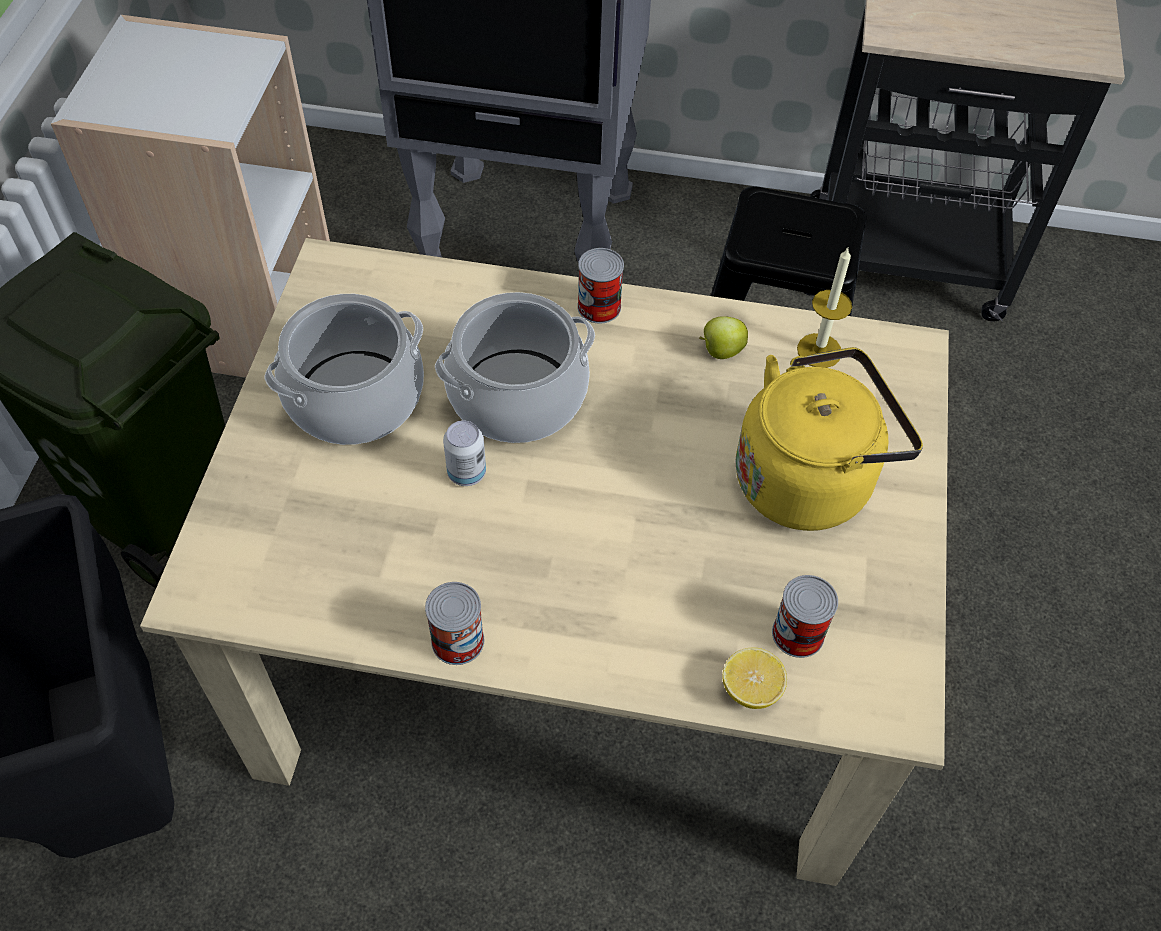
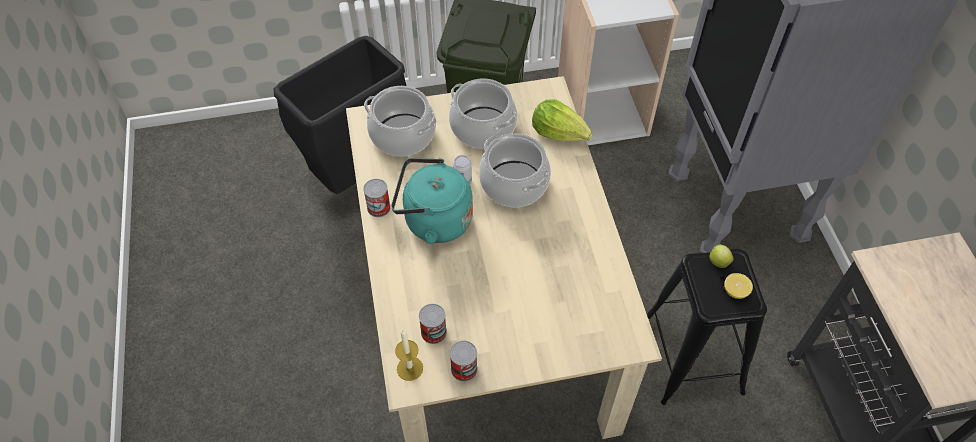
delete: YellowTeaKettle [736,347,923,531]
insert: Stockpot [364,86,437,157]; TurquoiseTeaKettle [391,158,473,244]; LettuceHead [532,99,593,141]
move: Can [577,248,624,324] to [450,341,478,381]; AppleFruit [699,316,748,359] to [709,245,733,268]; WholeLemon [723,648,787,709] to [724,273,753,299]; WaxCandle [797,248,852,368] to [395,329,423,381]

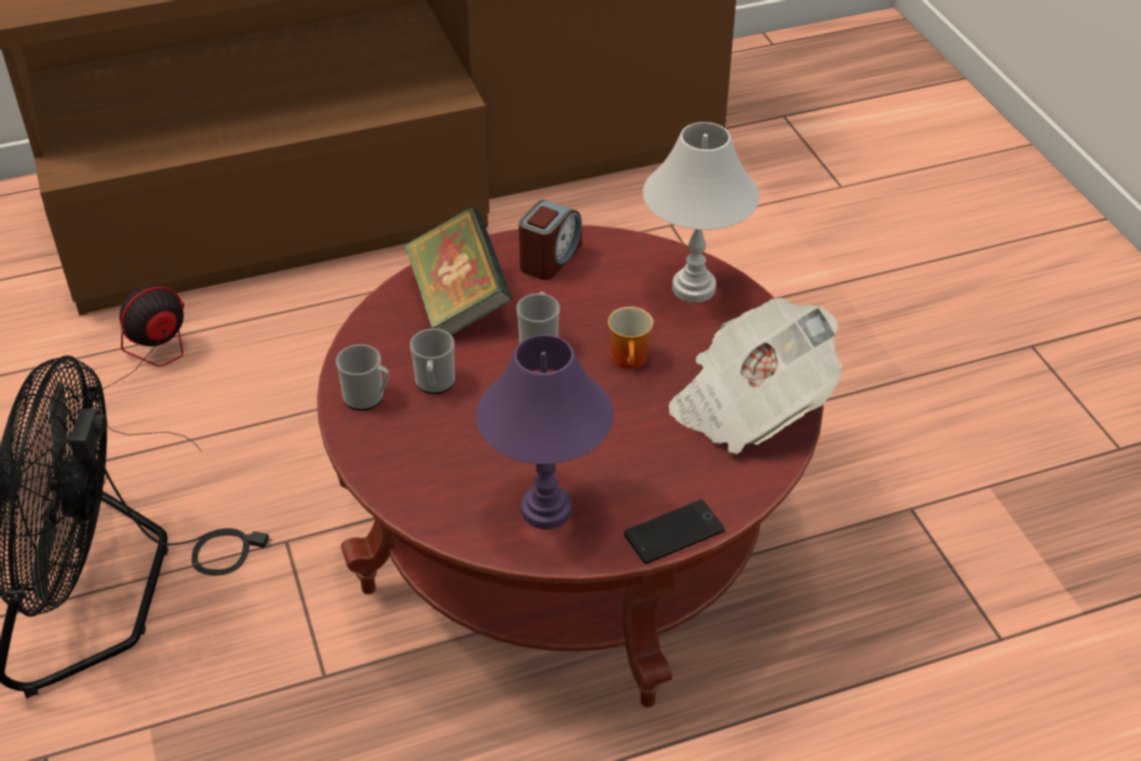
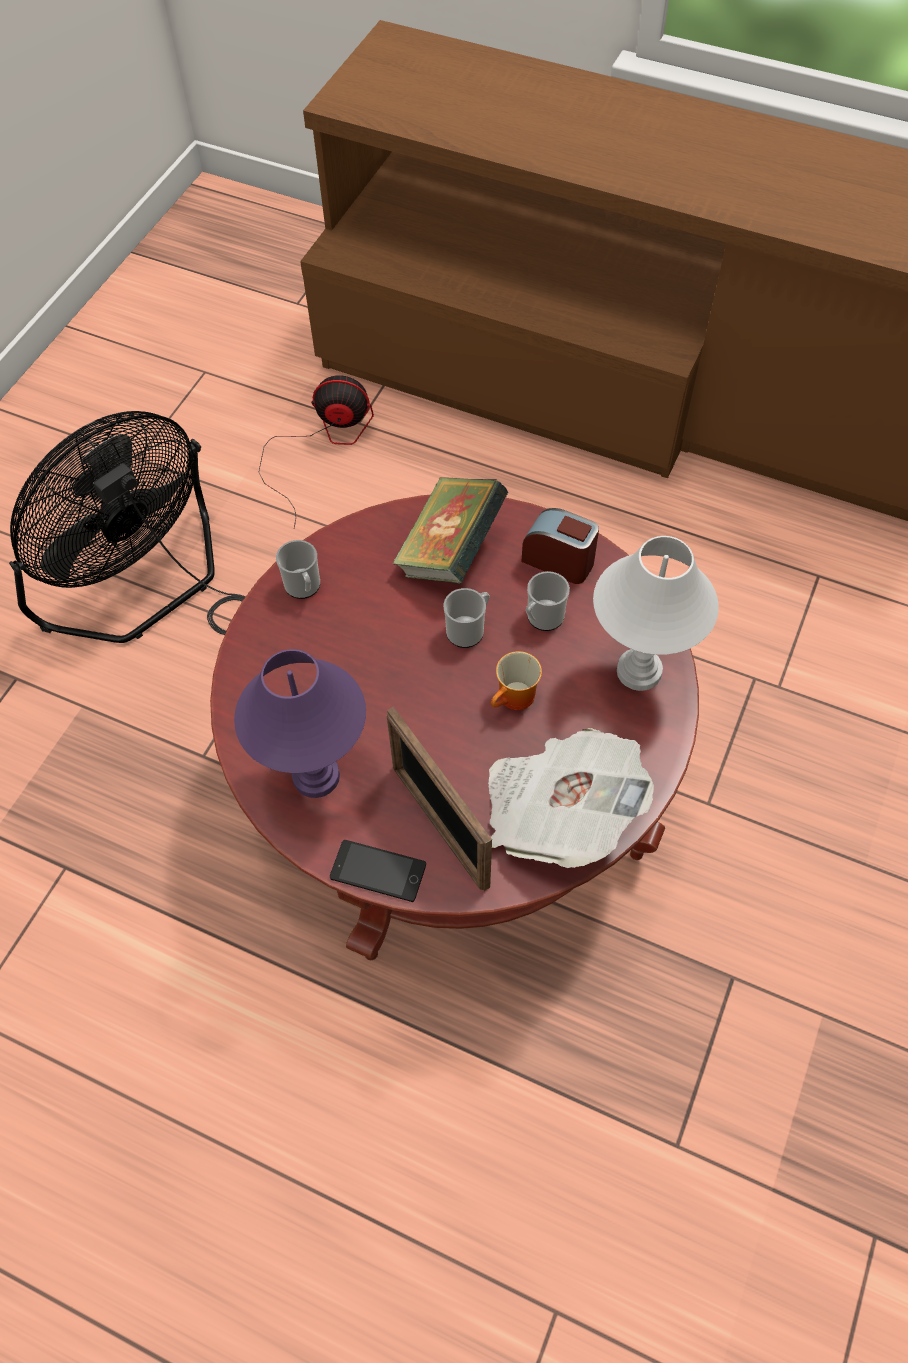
insert: StandingFrame [387,706,492,891]
move: Mug [410,328,455,394] to [526,571,570,631]
rotate: TableClock [519,200,582,280] = [521,508,599,584] 135 degrees counterclockwise

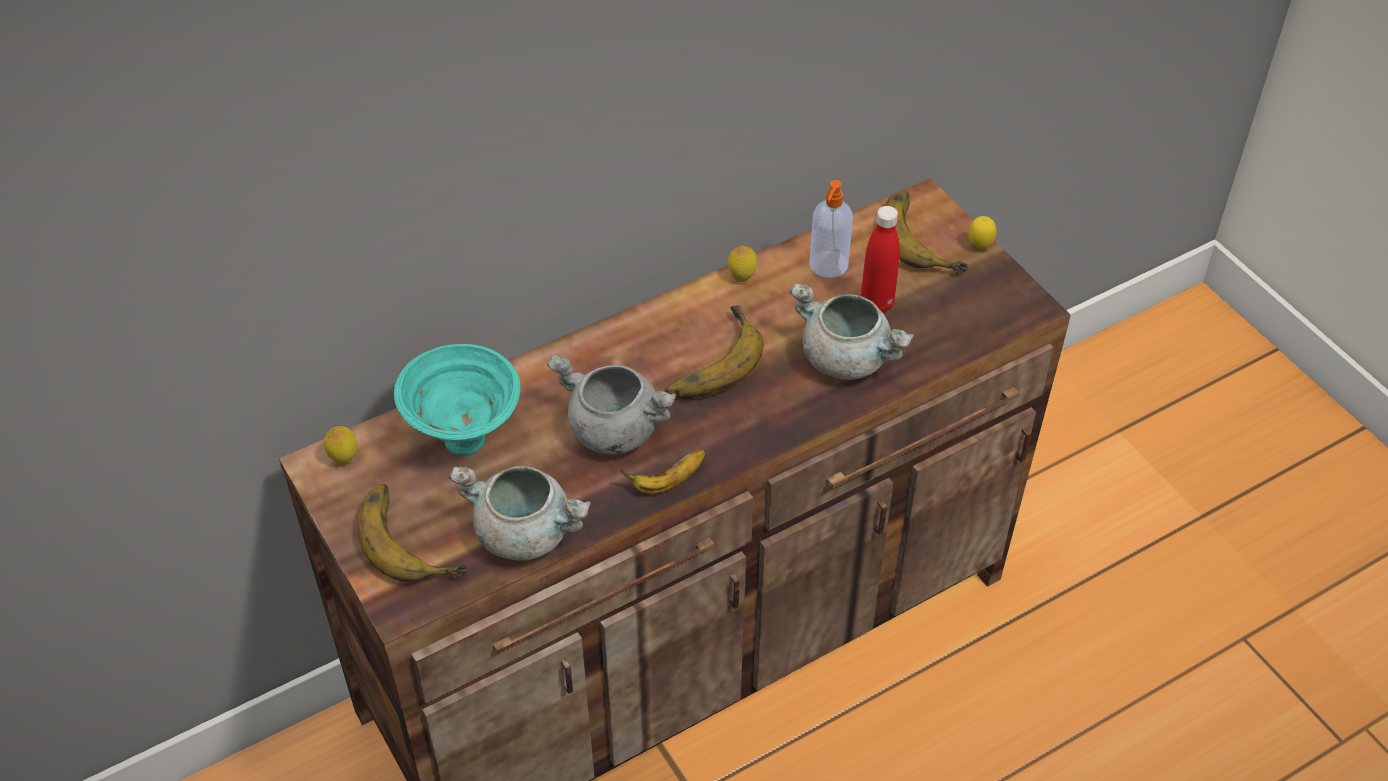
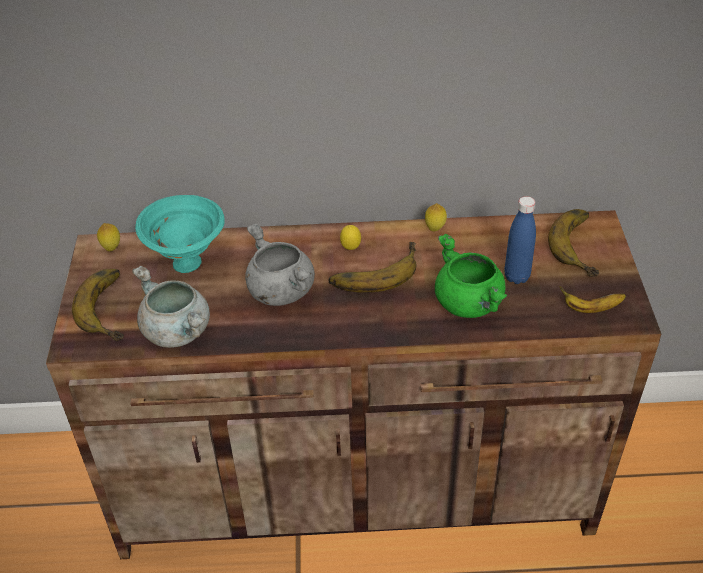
delete: SoapBottle [809,180,853,278]
move: BananaFruit [620,449,705,494] to [559,286,626,313]; WholeLemon [969,216,997,248] to [340,225,361,250]
recolor: GreyishStockpot [790,283,914,380] to GreenishStockpot [435,234,507,318]; RedColouredBeverageBottle [861,206,900,314] to BluishBeverageBottle [505,196,536,284]

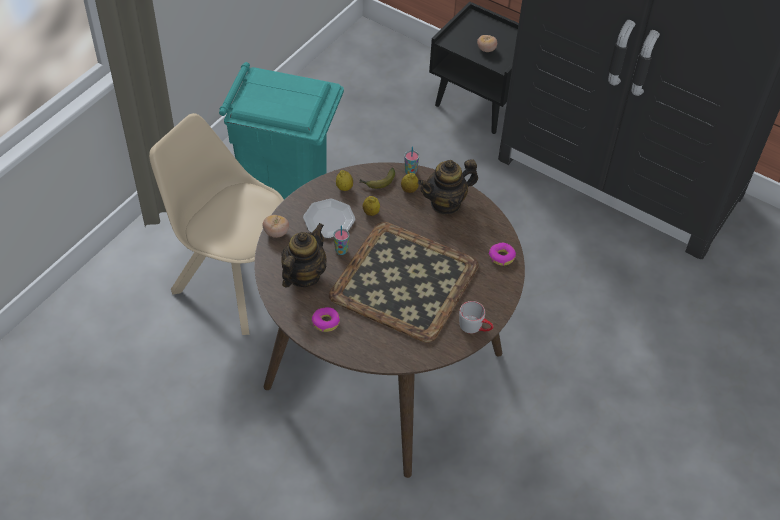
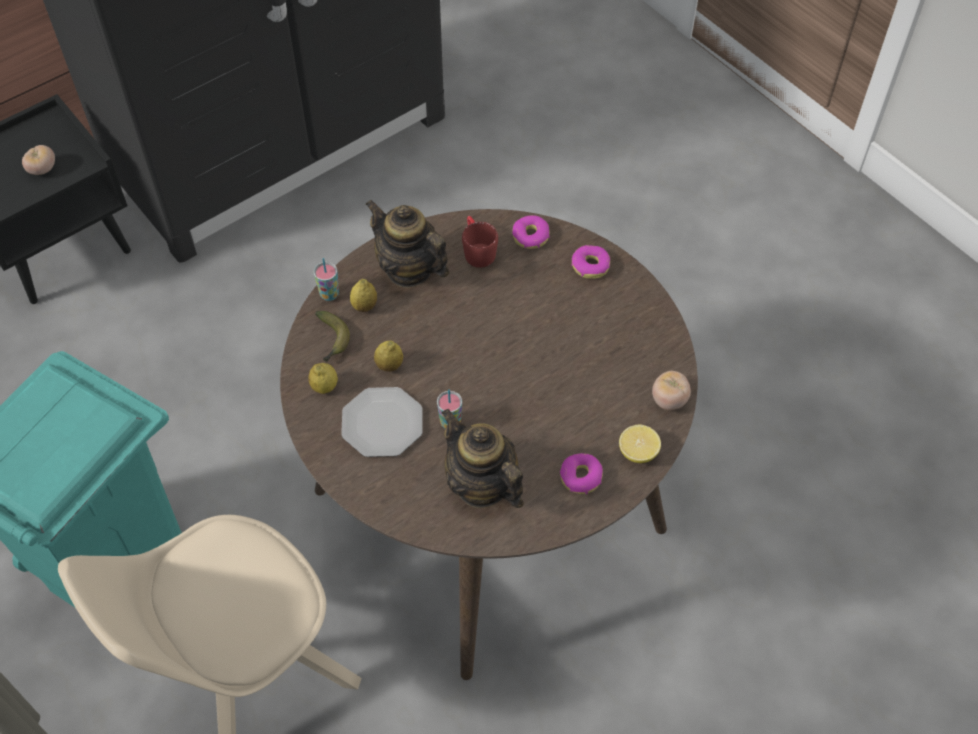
delete: CarryingTray [329,222,479,343]; GreyishMug [459,301,494,334]
insert: RedColouredMug [462,216,498,268]; RingDoughnut [571,245,610,279]; WholeLemon [619,424,661,463]
move: WholeTomato [263,215,289,238] to [652,371,691,410]
rotate: Teapot [418,159,478,215] = [365,200,450,288] 135 degrees clockwise

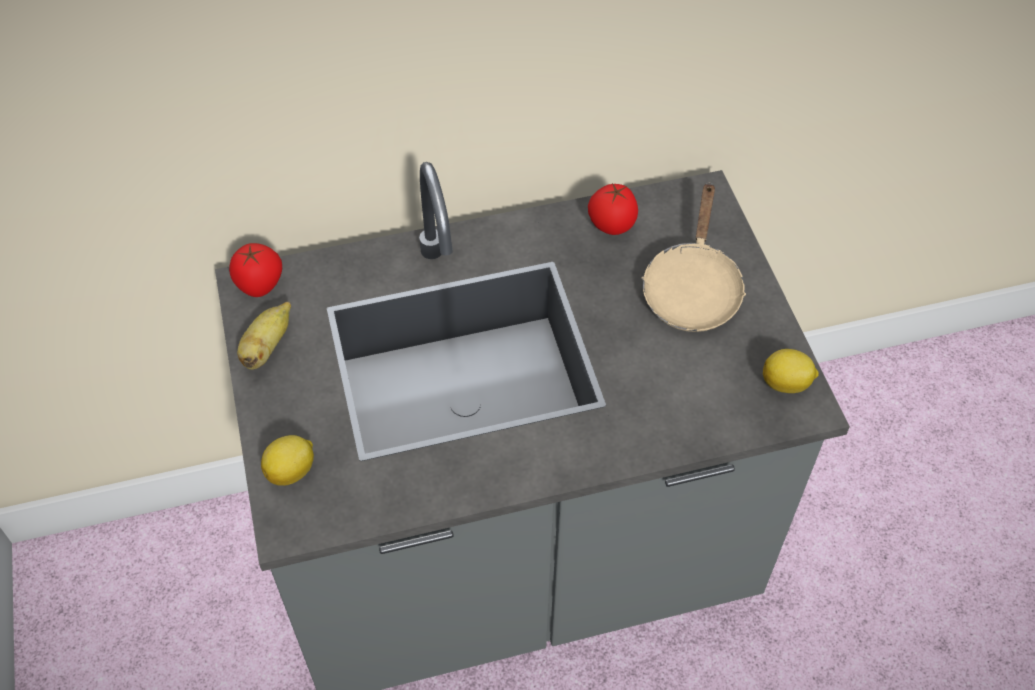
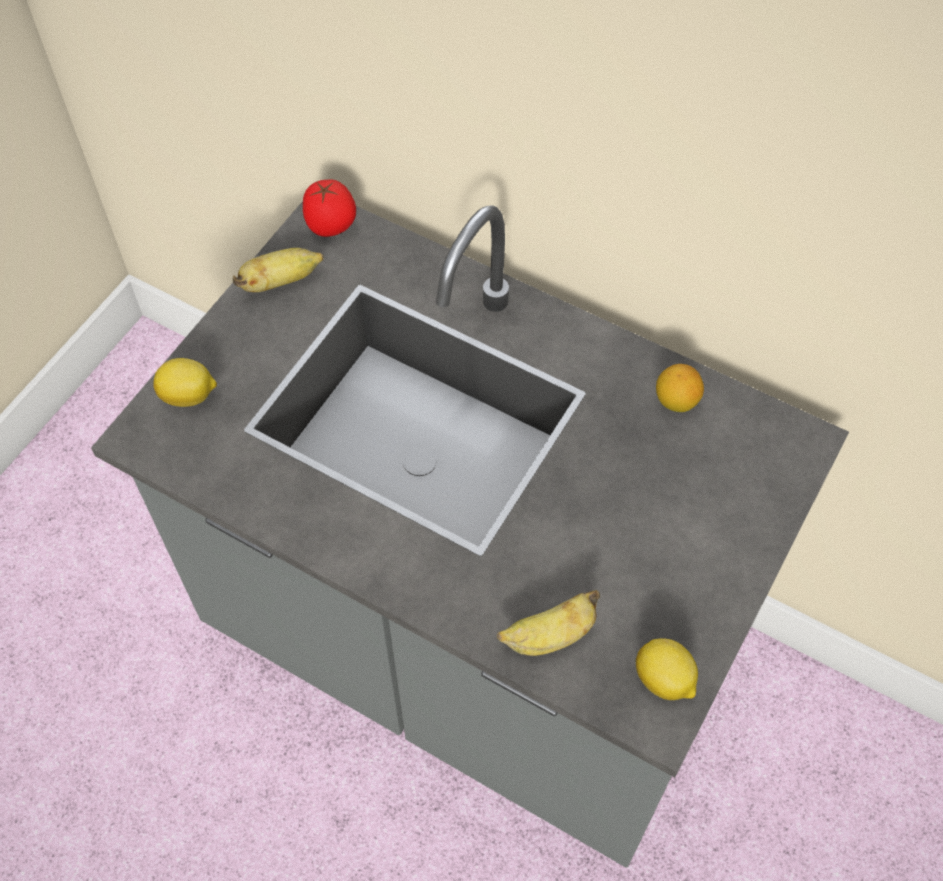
delete: BeigeColouredPan [641,182,746,332]
insert: BananaFruit [497,590,600,656]
replace: WholeTomato [588,183,638,235] to WholeLemon [656,364,704,412]

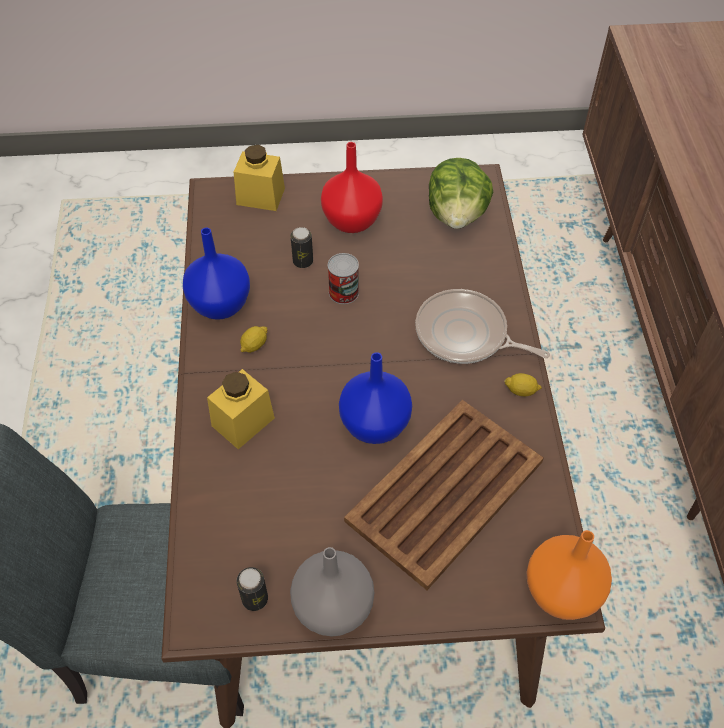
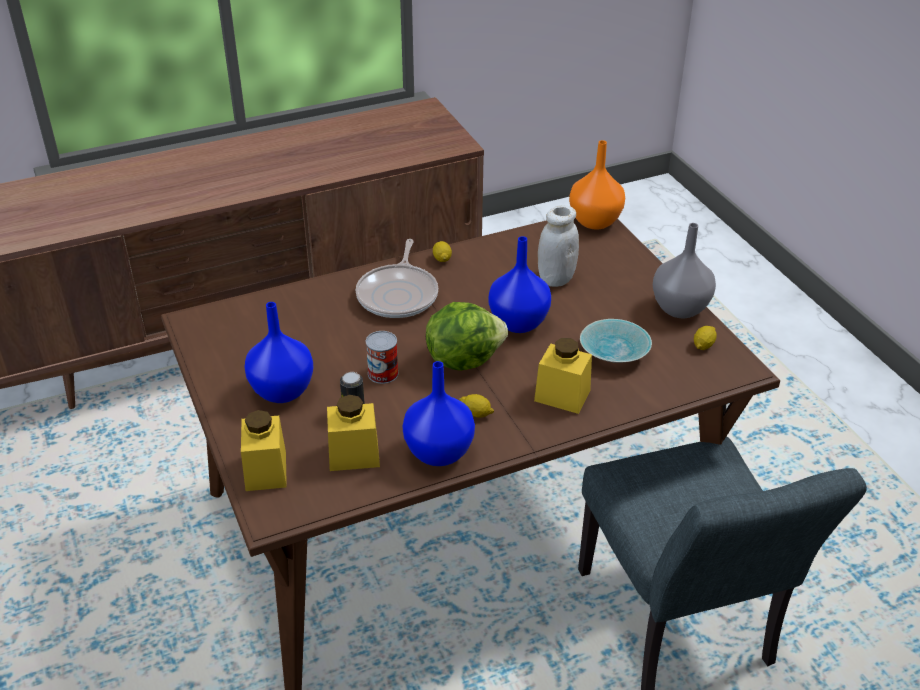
insert: YellowStorageJar [327,395,380,471]; TurquoiseBowl [580,319,652,363]
move: LettuceHead [429,158,493,229] to [426,302,508,371]
replace: Can [236,567,268,611] to WholeLemon [694,326,717,350]; BrownishCarryingTray [344,400,544,590] to WhitishStorageJar [538,205,579,287]
recolor: RedColouredVase [321,142,383,233] to BluishVase [244,302,314,403]

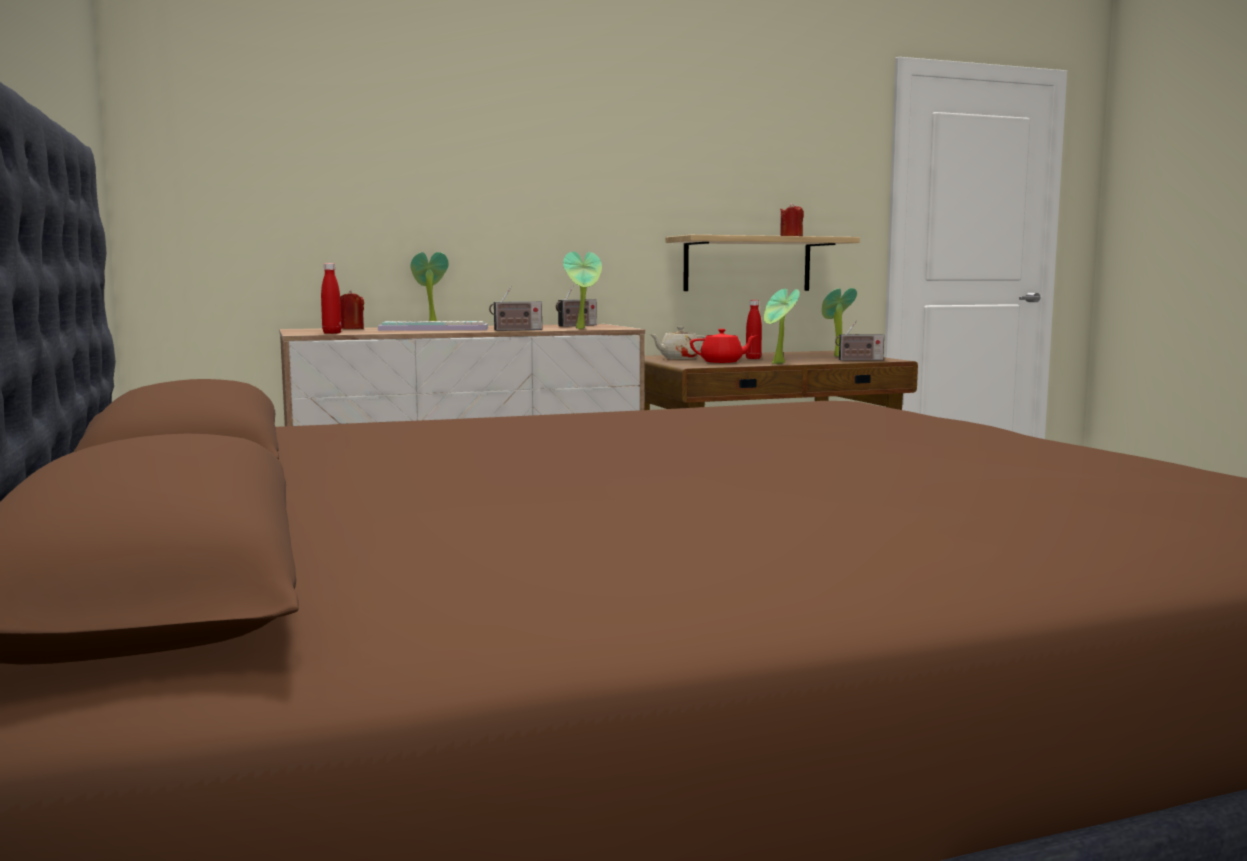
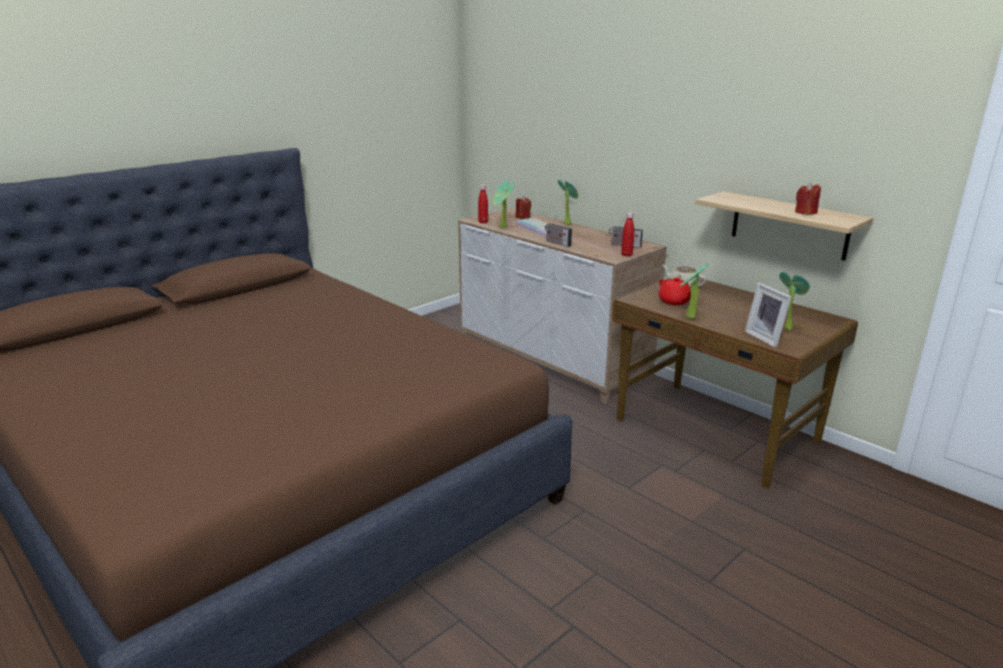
move: PlantInAPot [563,252,602,329] to [493,180,514,228]; RedColouredBeverageBottle [746,300,762,359] to [621,213,634,257]
replace: RadioReceiver [835,321,884,361] to StandingFrame [745,283,791,347]

